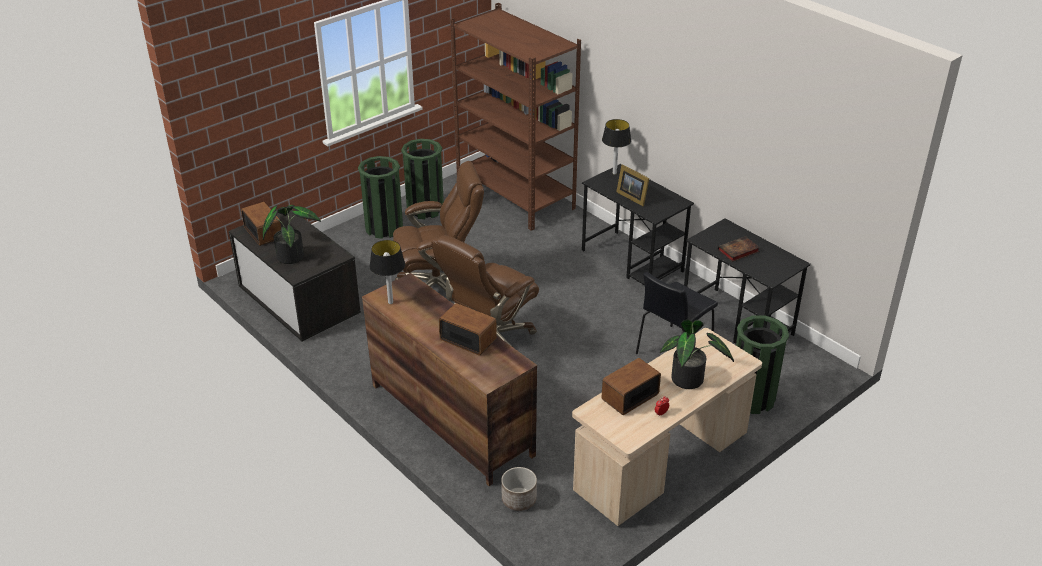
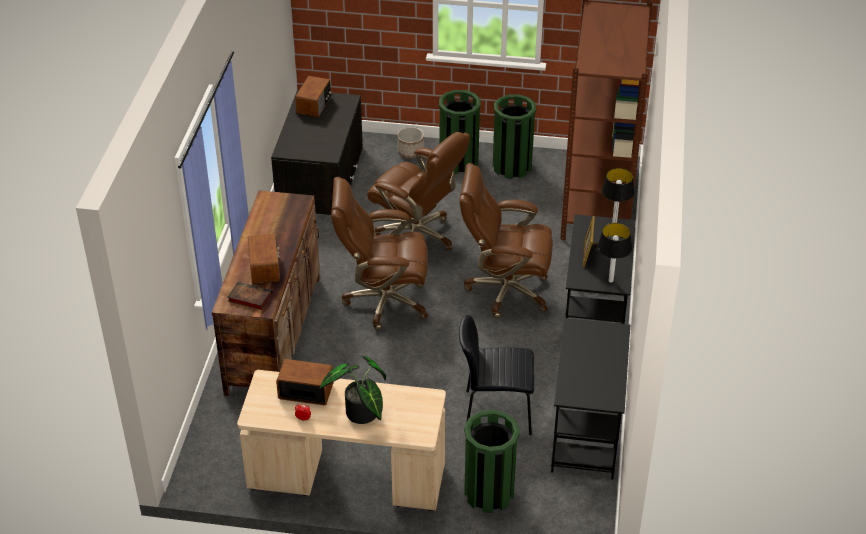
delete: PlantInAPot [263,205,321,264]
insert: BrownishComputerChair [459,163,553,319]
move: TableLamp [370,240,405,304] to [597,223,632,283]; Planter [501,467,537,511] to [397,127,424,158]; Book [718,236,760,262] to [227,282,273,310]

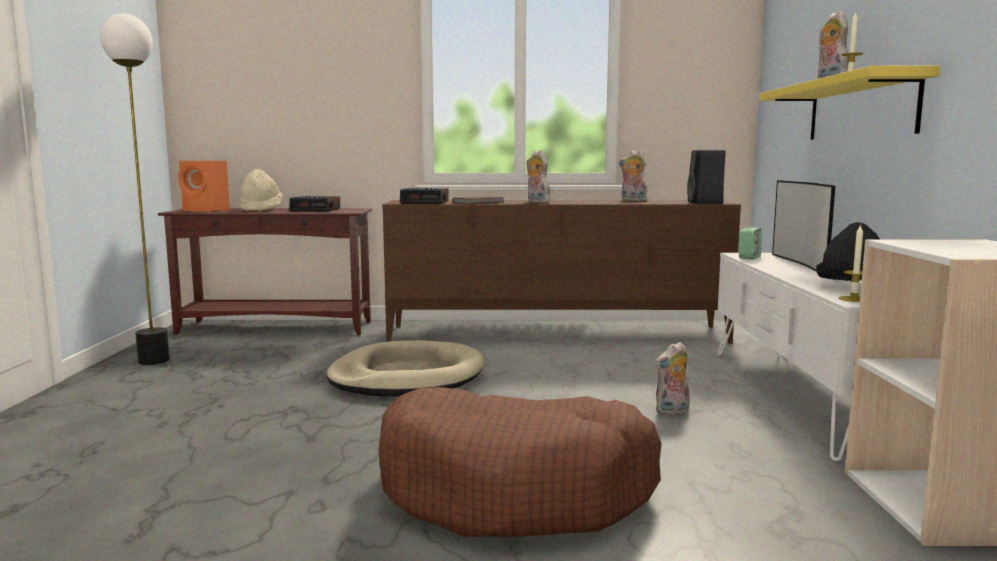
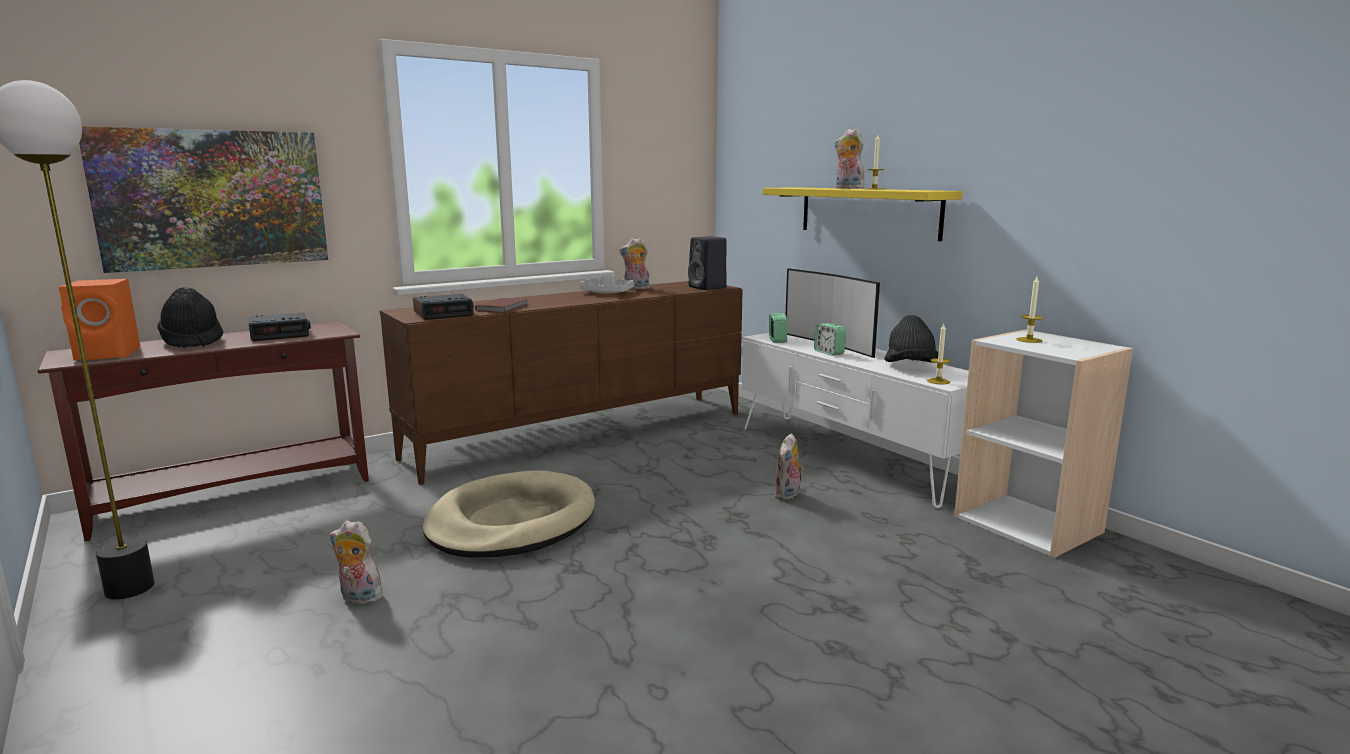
delete: BrownishPetBed [379,387,662,537]
insert: Picture [79,126,328,273]; GreyishCarryingTray [579,275,634,294]; TableClock [814,323,846,356]; WaxCandle [1016,277,1043,343]
move: CuddlyToy [527,150,550,203] to [330,520,385,604]
recolor: BeigeColouredHat [240,169,283,211] to BlackHat [157,287,224,348]

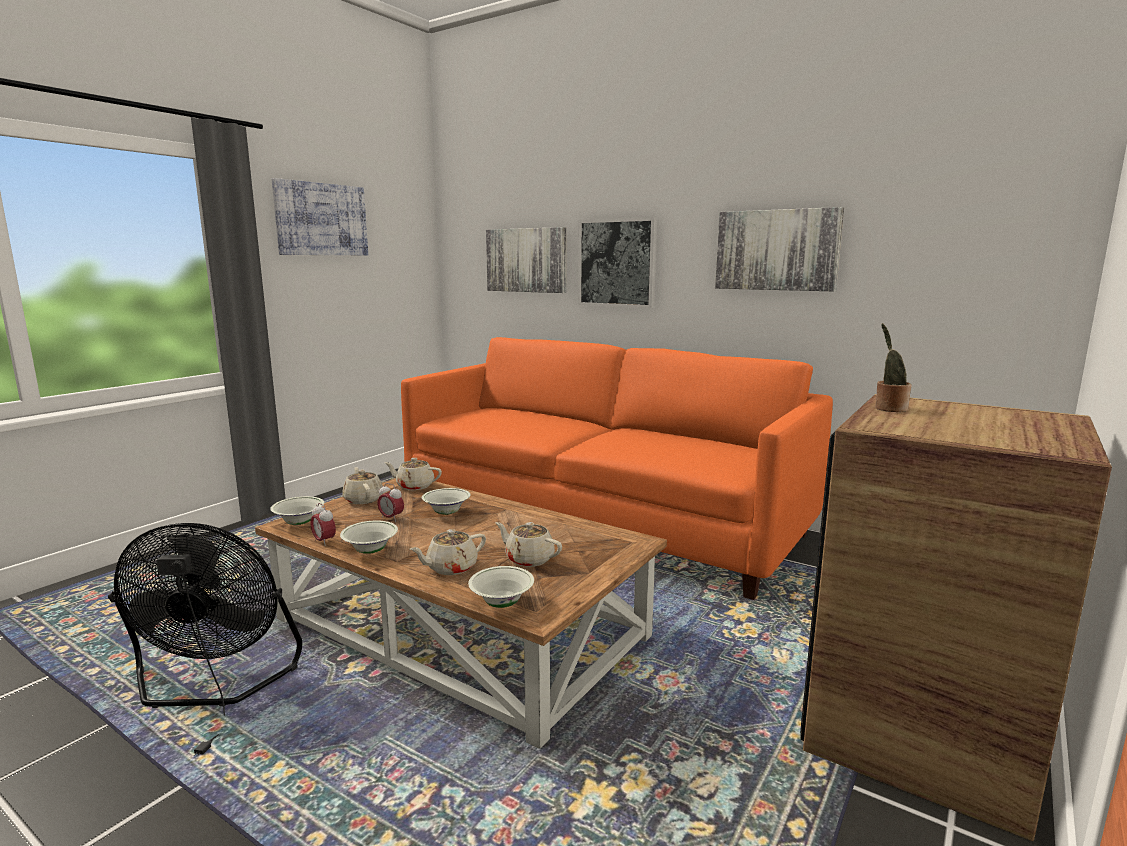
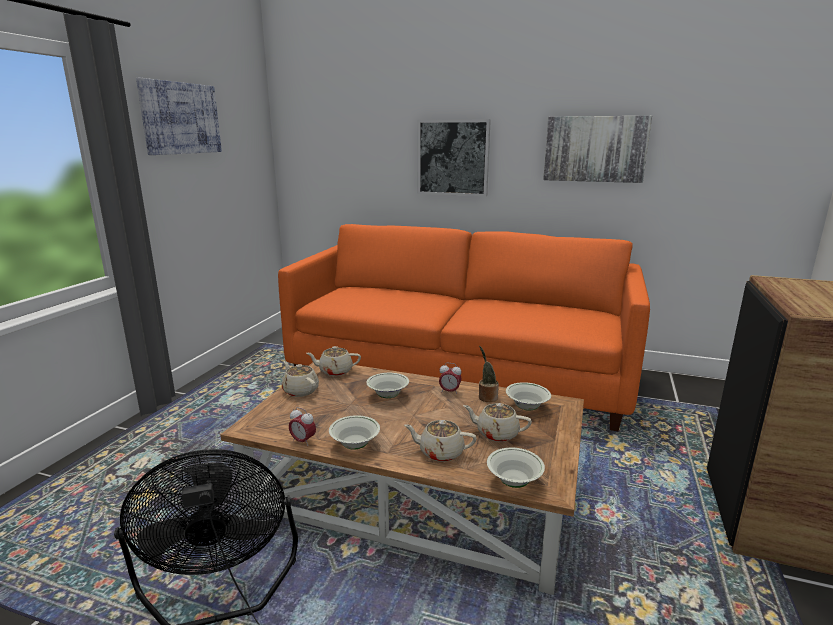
delete: Picture [486,227,566,293]
move: WhitishBowl [270,496,324,525] to [506,382,551,411]; TableClock [377,483,404,522] to [439,363,462,393]; PlantInAPot [875,323,912,412] to [479,346,499,402]
rotate: BeigeColouredTeapot [410,529,486,575] = [404,420,477,462] 60 degrees clockwise

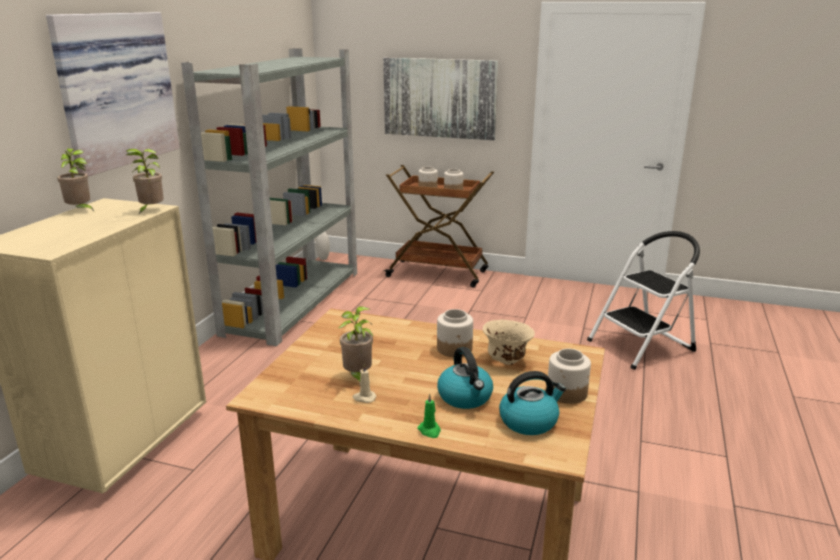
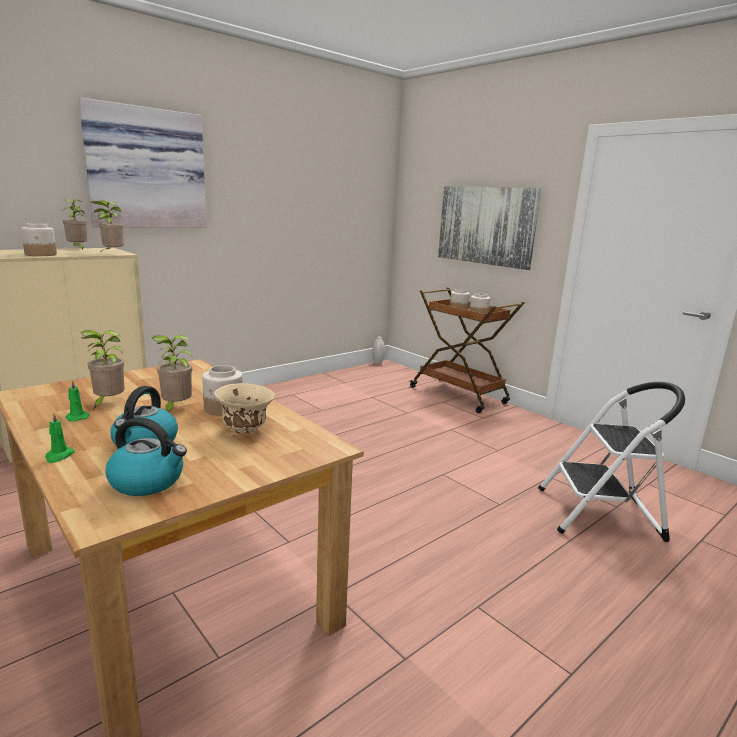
delete: GreyishShelvingUnit [181,48,357,346]
insert: PlantInAPot [152,335,192,412]
move: StorageJar [548,349,591,404] to [21,223,57,256]
recolor: BeigeColouredWaxCandle [353,364,377,403] to GreenishWaxCandle [66,380,90,421]

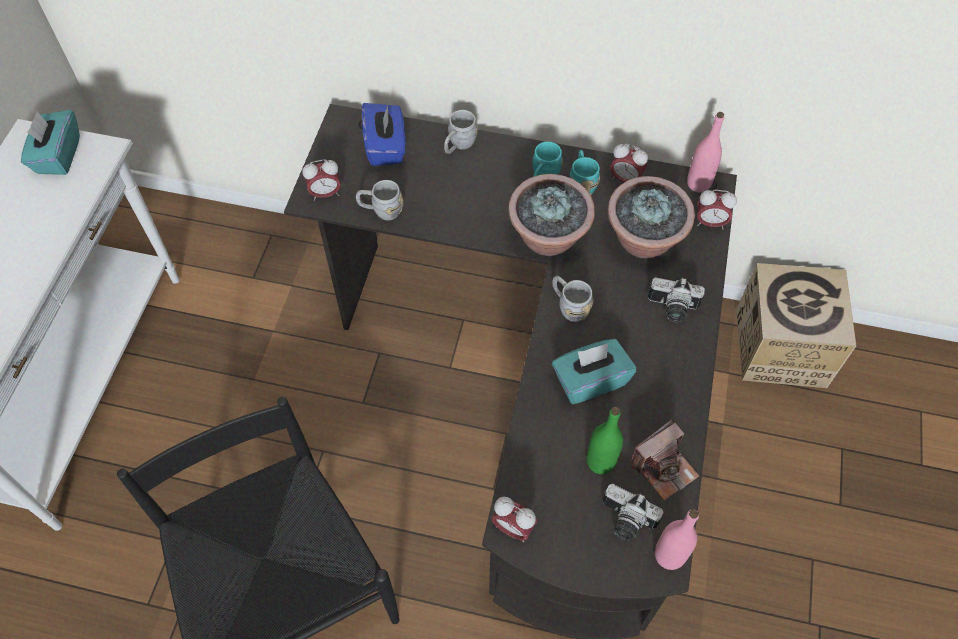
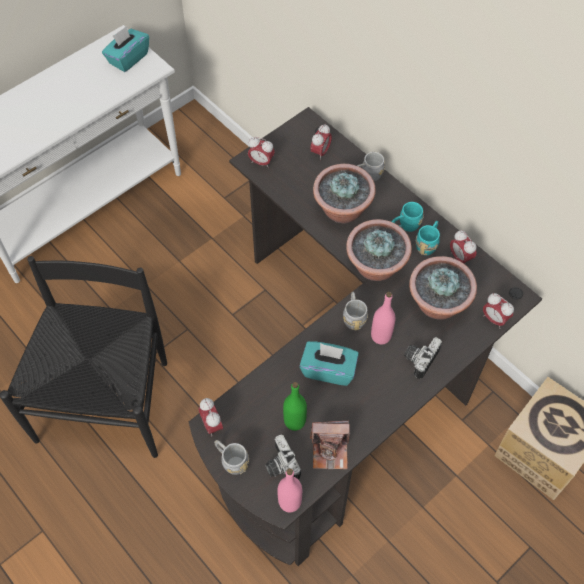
insert: PlantInAPot [313,164,376,223]
move: GreyishMug [356,180,403,220] to [214,440,249,475]; PinkishBeverageBottle [687,112,724,193] to [371,292,396,345]
replace: BluishBoxOfTissues [362,103,406,166] to TableClock [310,124,332,160]
rotate: PhotoCamera [647,277,705,323] = [404,337,442,379] 75 degrees clockwise

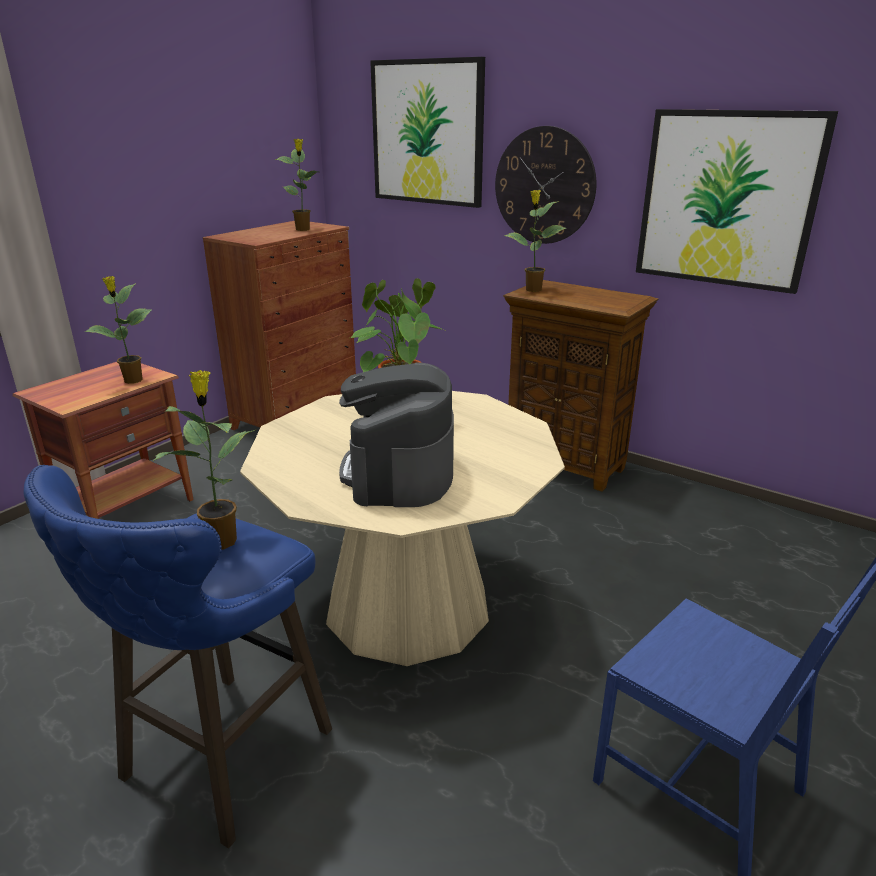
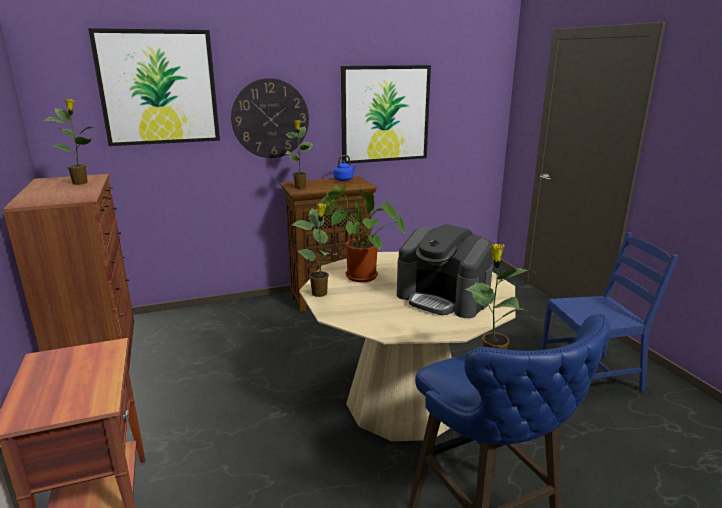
insert: BluishTeaKettle [333,155,356,181]
move: PlantInAPot [84,276,152,384] to [292,203,345,297]

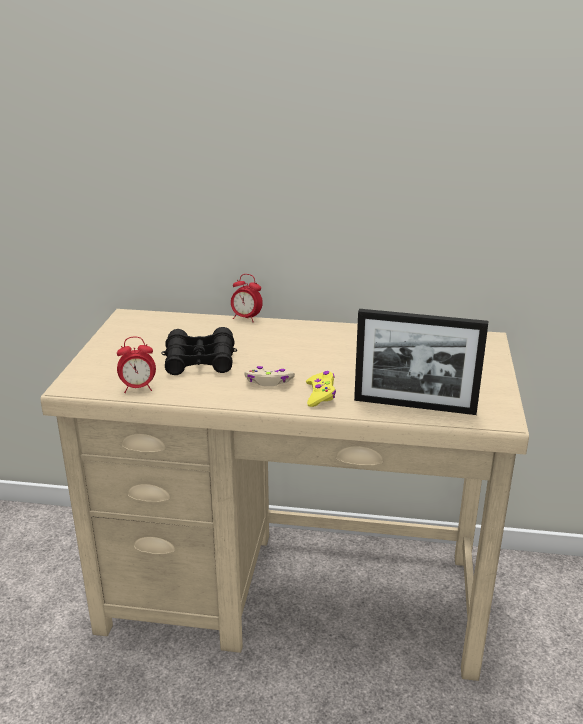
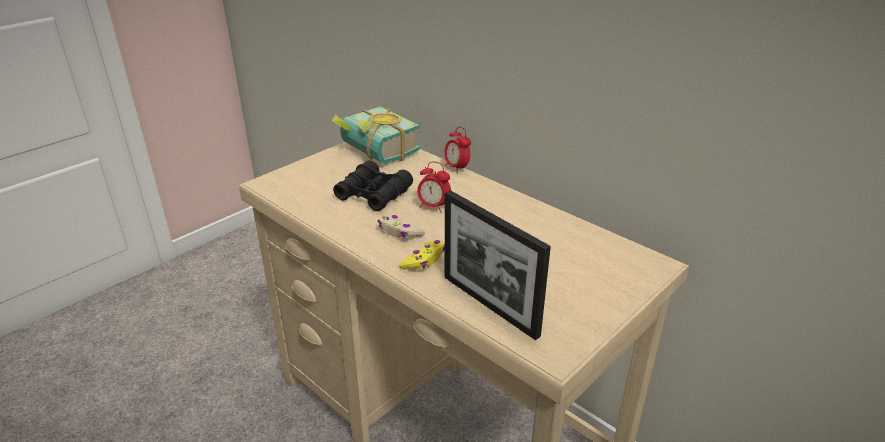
insert: Book [332,106,420,164]
move: TableClock [117,337,156,393] to [417,161,451,213]

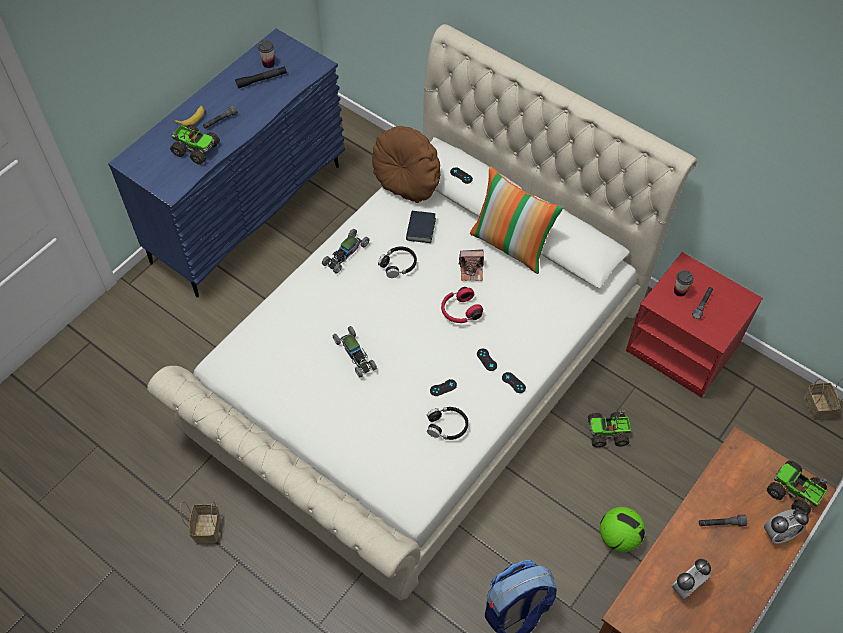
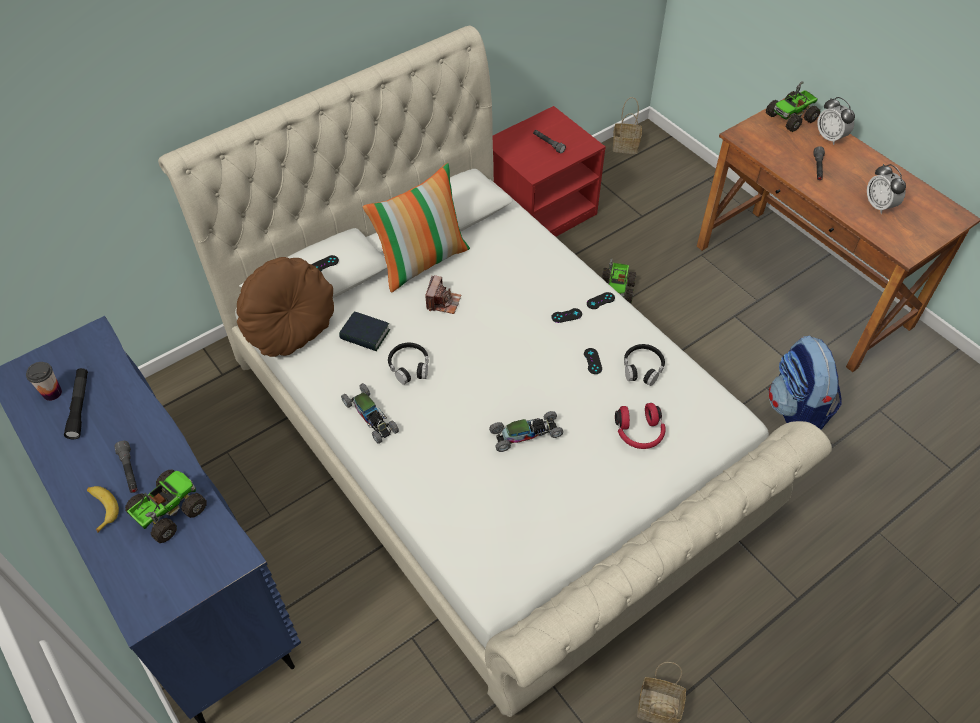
delete: BallForFootball [600,507,645,552]; SmallCup [674,270,694,297]
move: RedColouredPairOfHeadphones [441,287,483,323] to [615,403,665,449]
rotate: TableClock [764,509,809,544] = [817,97,855,145] 150 degrees clockwise

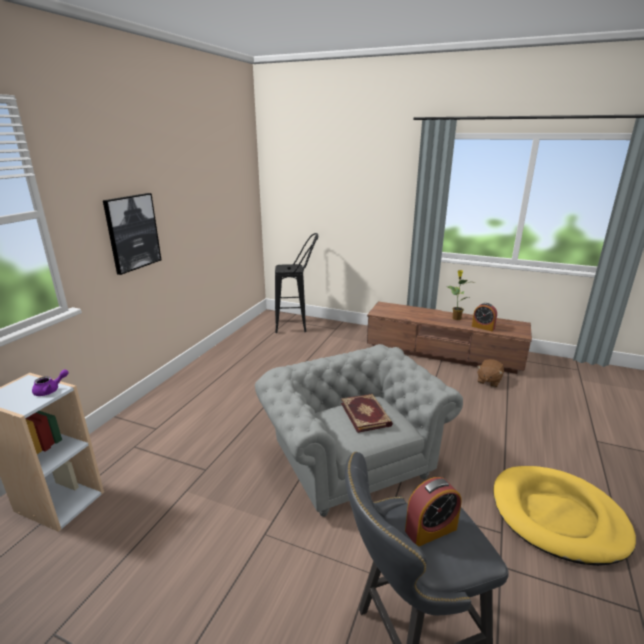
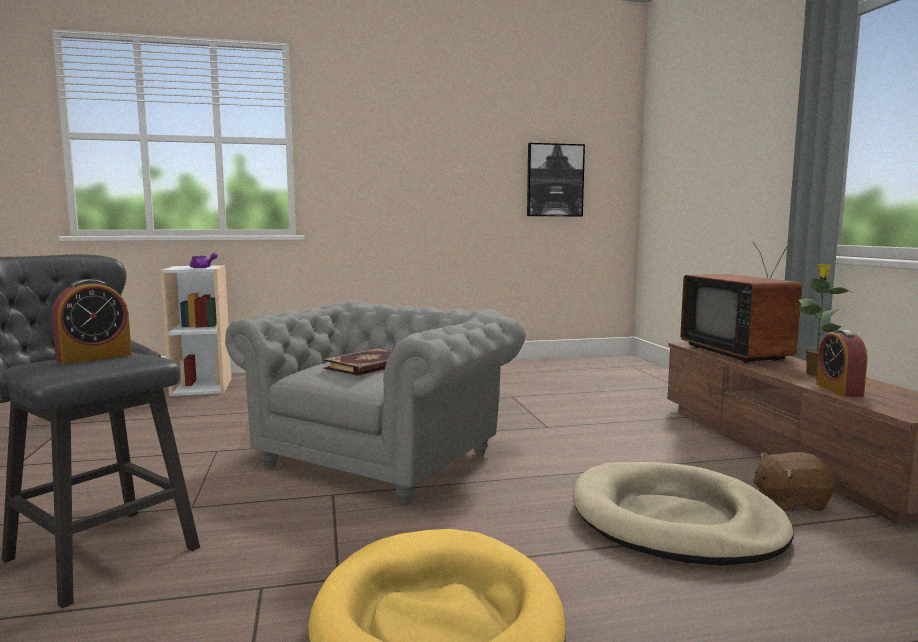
delete: BlackStool [275,233,318,333]
insert: BeigeColouredPetBed [573,462,794,566]; Tv [680,239,802,363]
move: Picture [103,193,161,275] to [527,143,585,216]
rotate: TableClock [405,477,461,547] = [52,279,132,364] 75 degrees counterclockwise

